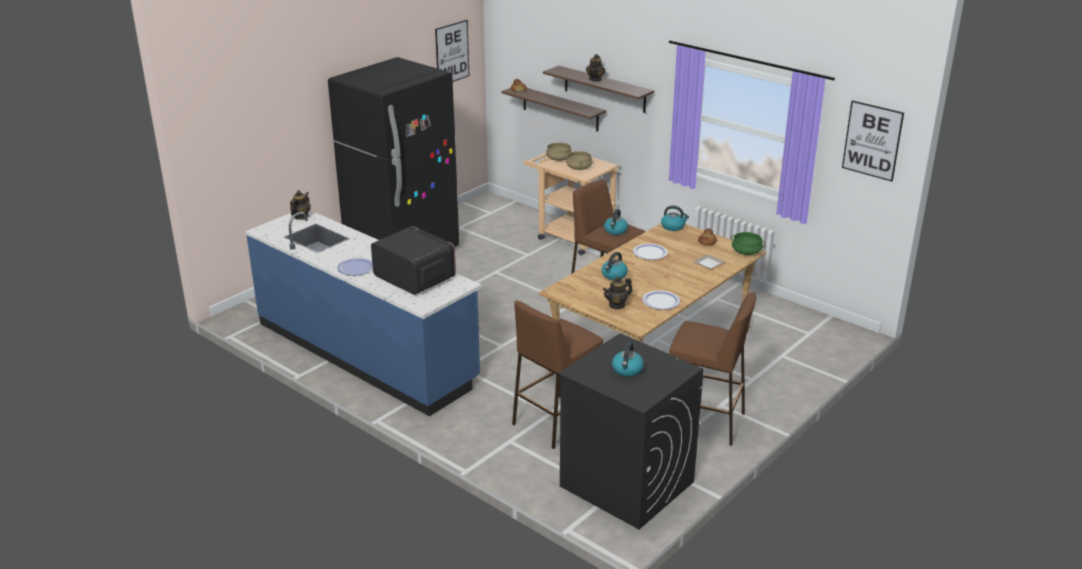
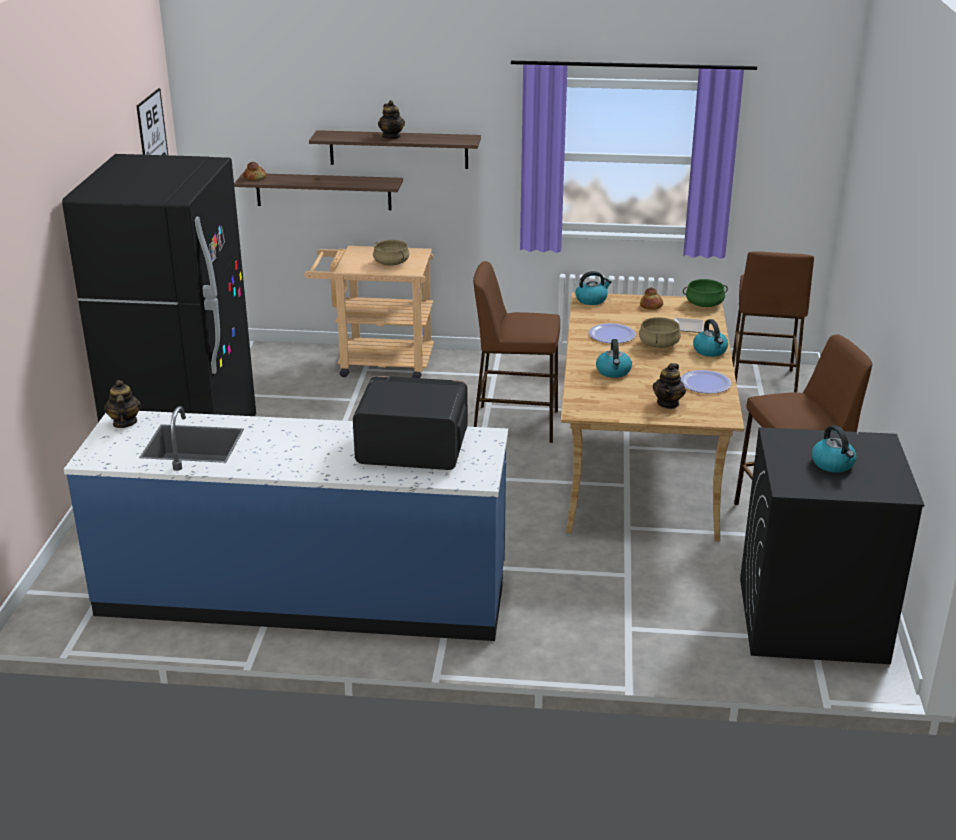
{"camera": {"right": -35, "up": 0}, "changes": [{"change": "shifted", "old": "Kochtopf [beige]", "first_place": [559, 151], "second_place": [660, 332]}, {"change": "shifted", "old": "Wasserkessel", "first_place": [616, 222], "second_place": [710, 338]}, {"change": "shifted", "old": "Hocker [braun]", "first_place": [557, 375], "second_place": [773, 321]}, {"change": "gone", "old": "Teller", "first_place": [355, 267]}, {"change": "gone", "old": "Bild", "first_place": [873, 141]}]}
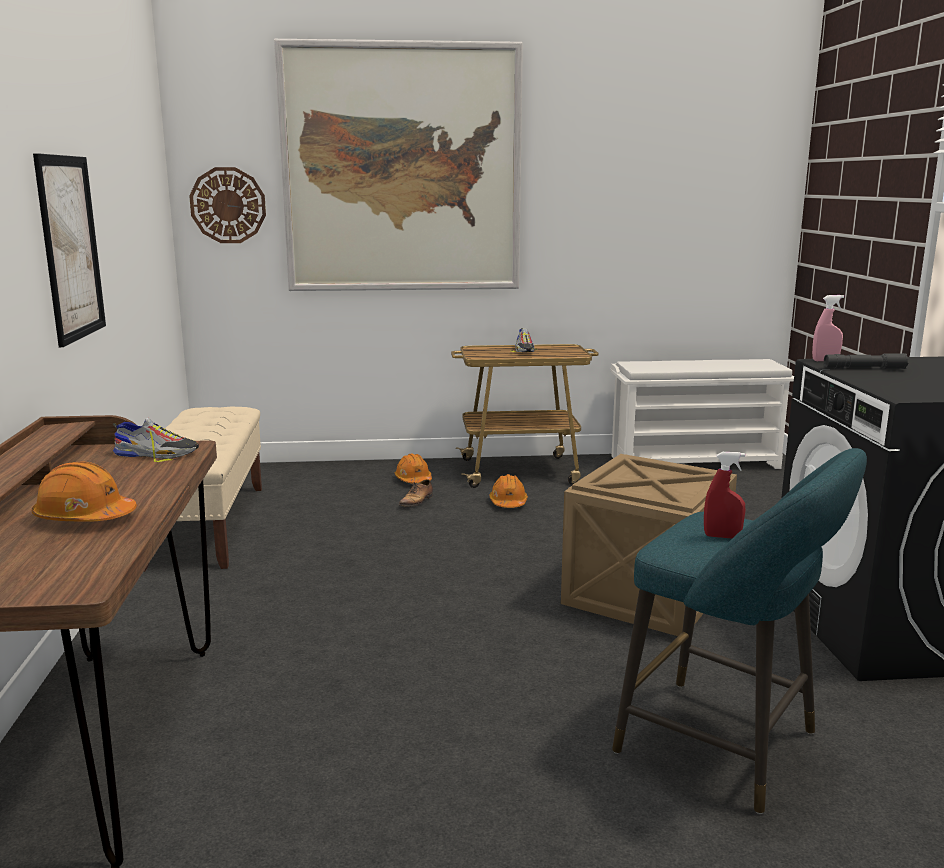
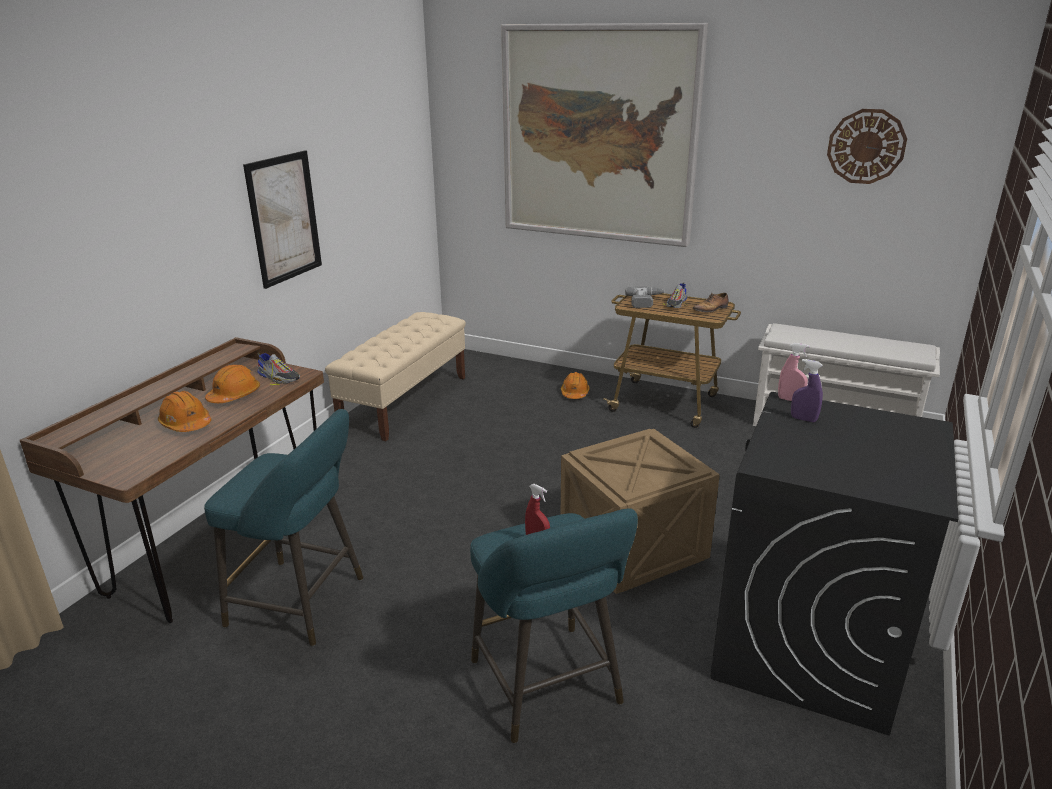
{"camera": {"right": 30, "up": 10}, "changes": [{"change": "new", "new": "Hocker [türkis]", "second_place": [283, 527]}, {"change": "shifted", "old": "Schutzhelm [orange]", "first_place": [508, 491], "second_place": [232, 384]}, {"change": "new", "new": "Bohrmaschine", "second_place": [645, 297]}, {"change": "shifted", "old": "Schuh", "first_place": [416, 492], "second_place": [711, 302]}, {"change": "swapped", "old": "Taschenlampe [grau]", "new": "Sprühflasche [lila]", "first_place": [866, 361], "second_place": [807, 390]}, {"change": "shifted", "old": "Wanduhr", "first_place": [227, 205], "second_place": [867, 146]}]}
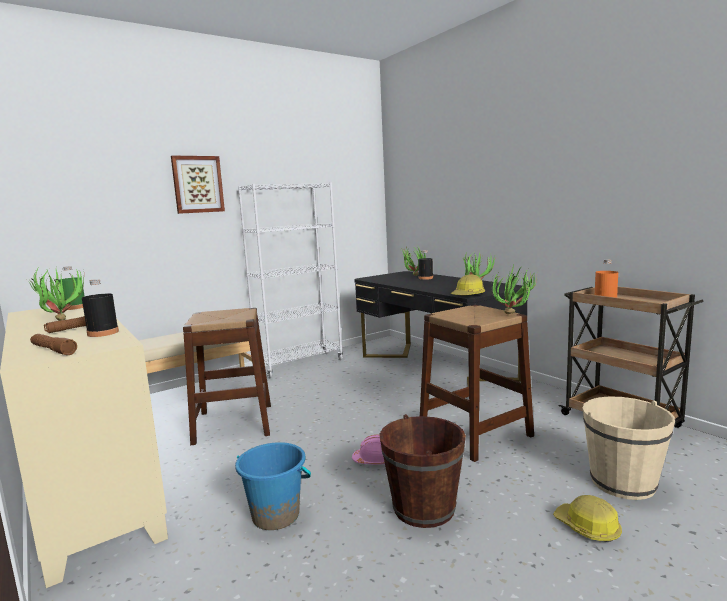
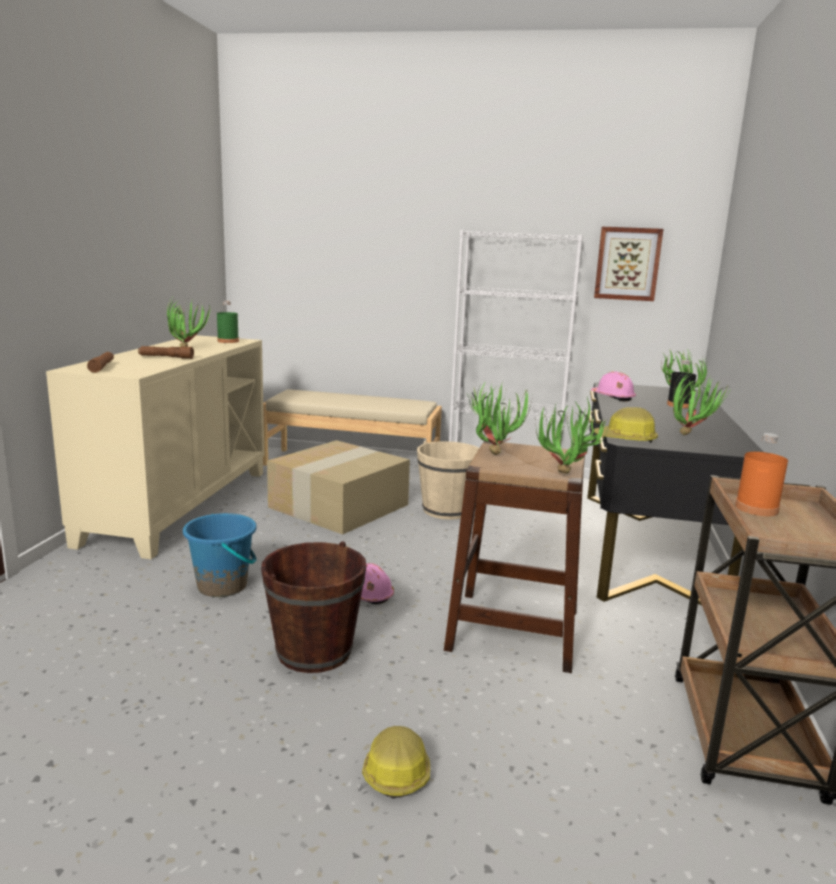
{"camera": {"right": 45, "up": 5}, "changes": [{"change": "swapped", "old": "Hocker [braun]", "new": "Karton", "first_place": [227, 376], "second_place": [338, 487]}, {"change": "shifted", "old": "Eimer [beige]", "first_place": [629, 448], "second_place": [448, 480]}, {"change": "new", "new": "Topfpflanze", "second_place": [499, 418]}, {"change": "new", "new": "Schutzhelm [rosa]", "second_place": [613, 386]}, {"change": "shifted", "old": "Bild", "first_place": [198, 185], "second_place": [628, 264]}, {"change": "gone", "old": "Flasche [schwarz]", "first_place": [100, 308]}]}
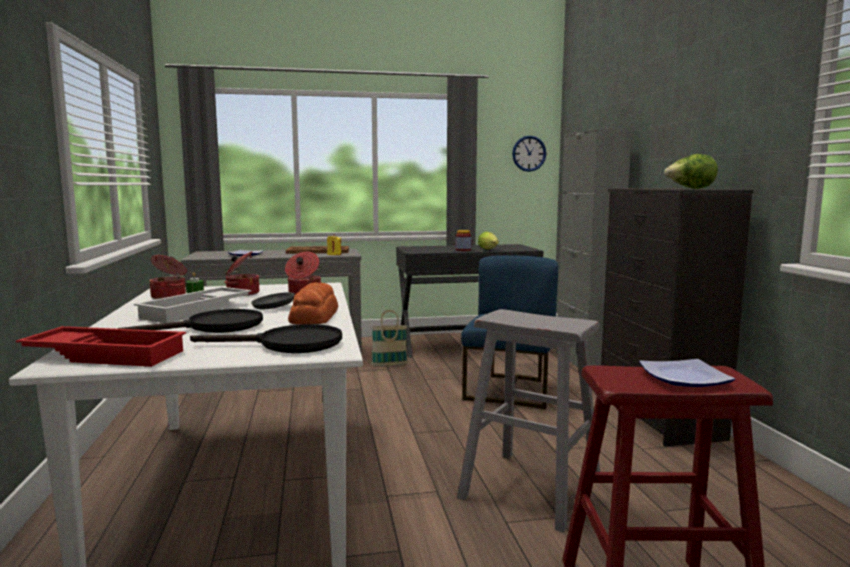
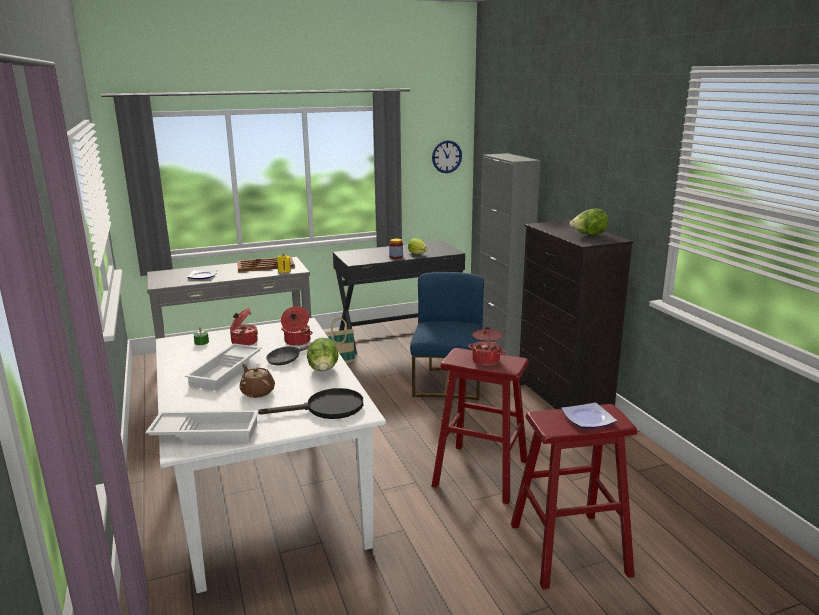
{"camera": {"right": -10, "up": 10}, "changes": [{"change": "repainted", "old": "Tablett [rot]", "new": "Tablett [weiß]", "first_place": [101, 346], "second_place": [202, 426]}, {"change": "swapped", "old": "Pfanne [schwarz]", "new": "Teekanne [braun]", "first_place": [190, 321], "second_place": [257, 381]}, {"change": "swapped", "old": "Brot", "new": "Salatkopf", "first_place": [313, 303], "second_place": [323, 354]}, {"change": "repainted", "old": "Hocker [grau]", "new": "Hocker [rot]", "first_place": [528, 421], "second_place": [480, 426]}, {"change": "shifted", "old": "Kochtopf", "first_place": [168, 277], "second_place": [486, 346]}]}
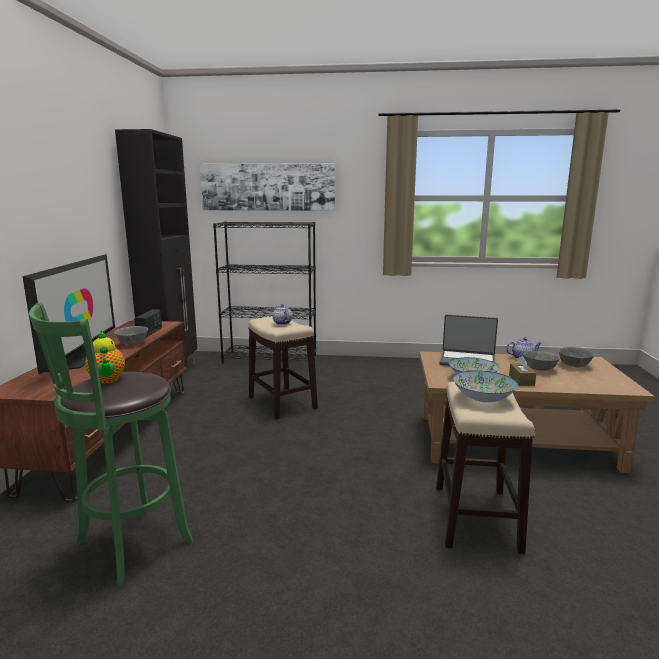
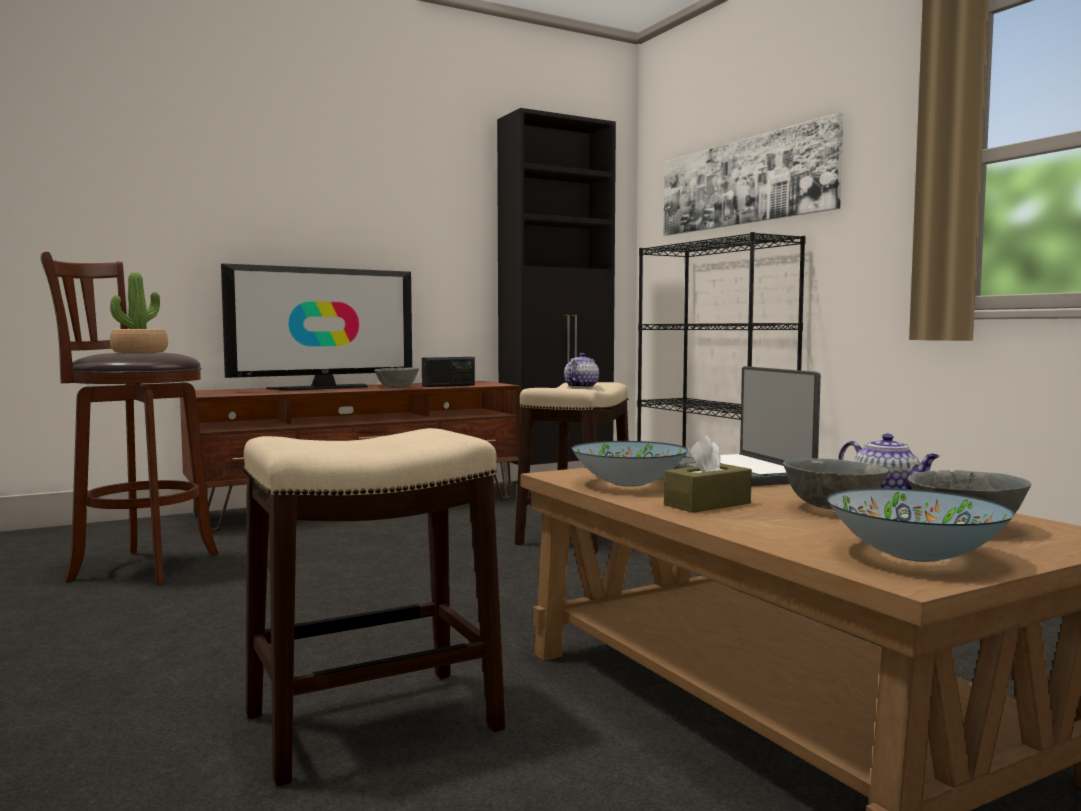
{"camera": {"right": 55, "up": -10}, "changes": [{"change": "repainted", "old": "Hocker [grün]", "new": "Hocker [braun]", "first_place": [111, 444], "second_place": [129, 418]}, {"change": "swapped", "old": "Teekanne", "new": "Topfpflanze", "first_place": [105, 357], "second_place": [139, 312]}, {"change": "shifted", "old": "Schüssel", "first_place": [485, 386], "second_place": [921, 525]}]}
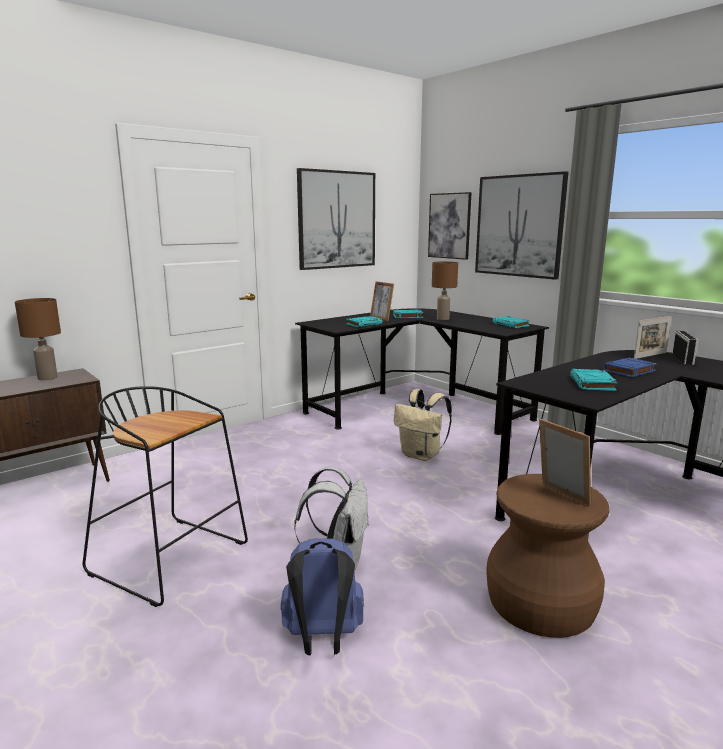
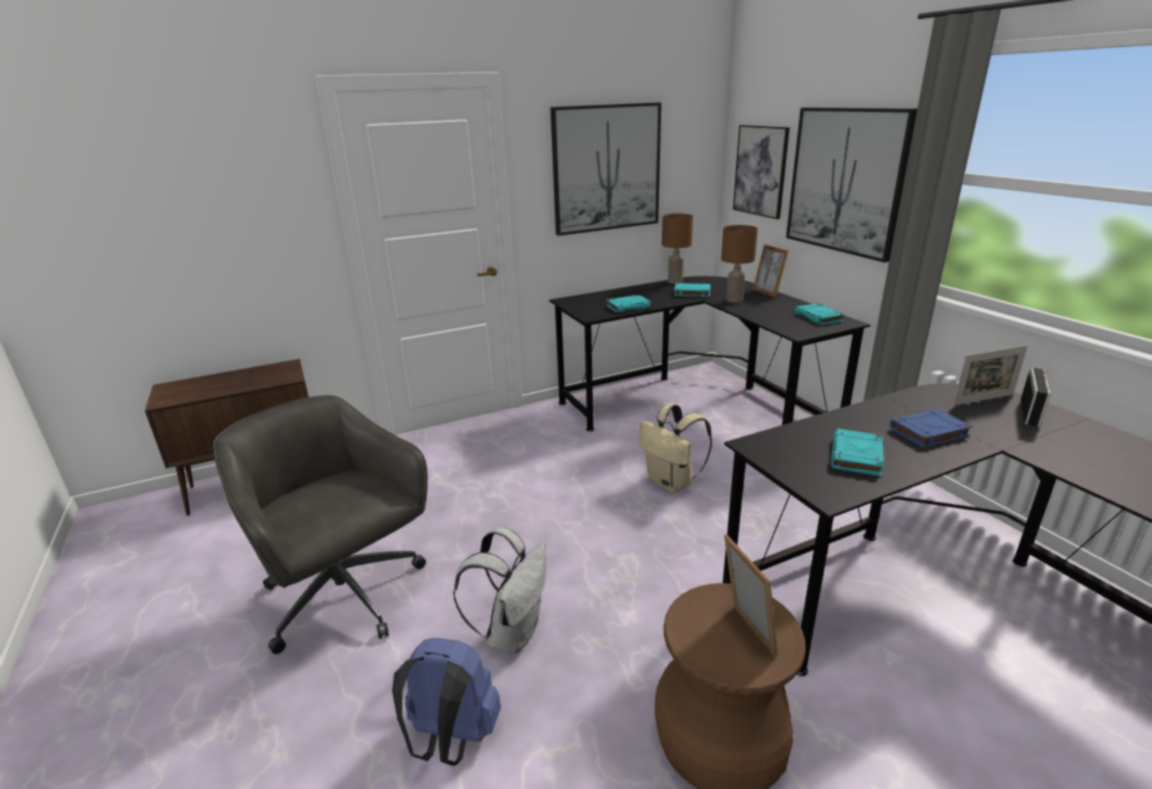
{"camera": {"right": 15, "up": 10}, "changes": [{"change": "swapped", "old": "Hocker [schwarz]", "new": "Bürostuhl [grau]", "first_place": [165, 496], "second_place": [320, 524]}, {"change": "shifted", "old": "Tischlampe [braun]", "first_place": [38, 339], "second_place": [677, 249]}, {"change": "shifted", "old": "Bilderrahmen", "first_place": [382, 301], "second_place": [770, 271]}]}
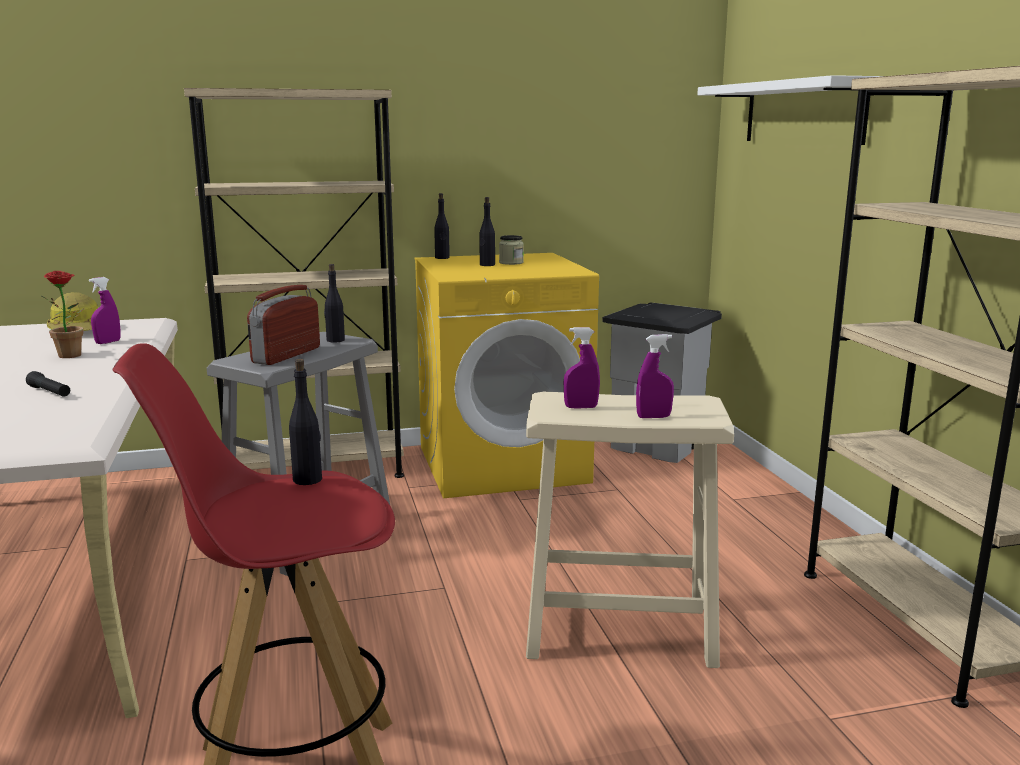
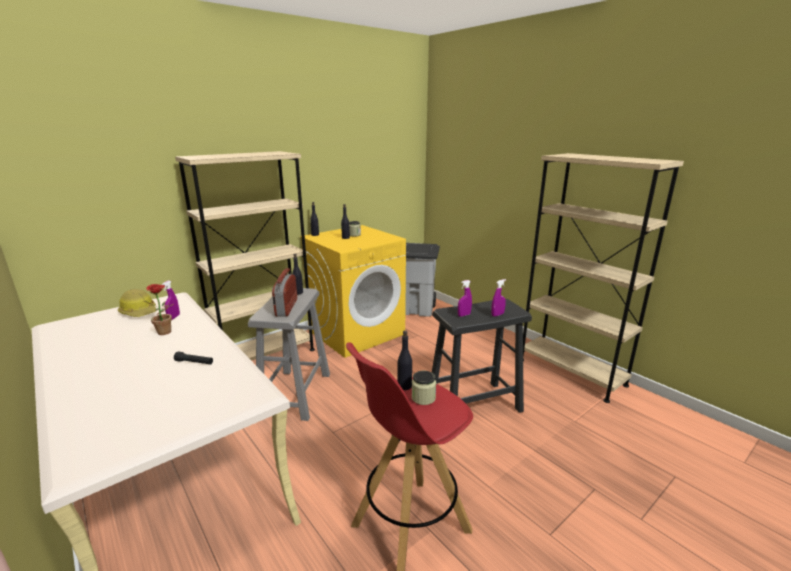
{"camera": {"right": -25, "up": 5}, "changes": [{"change": "new", "new": "Vorratsglas", "second_place": [424, 388]}, {"change": "repainted", "old": "Hocker [beige]", "new": "Hocker [schwarz]", "first_place": [630, 529], "second_place": [482, 356]}, {"change": "gone", "old": "Wandregal [weiß]", "first_place": [790, 110]}]}
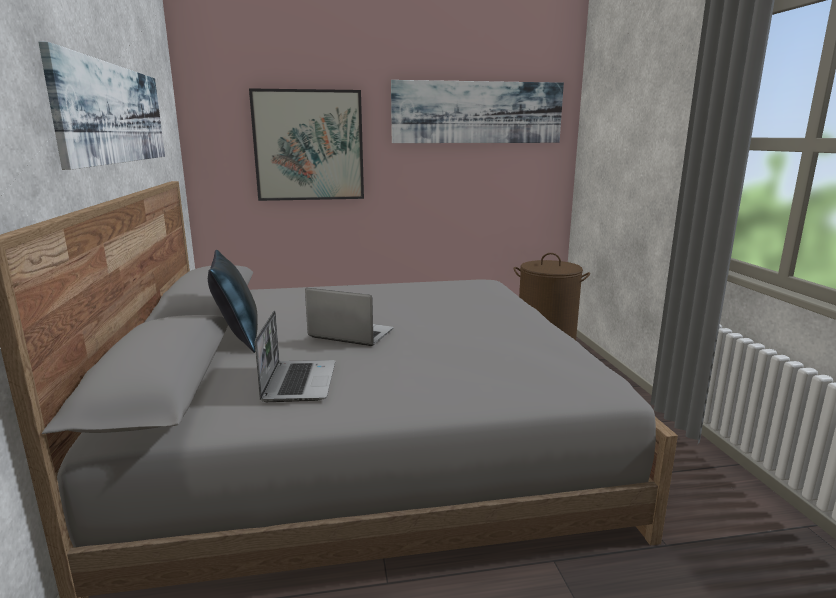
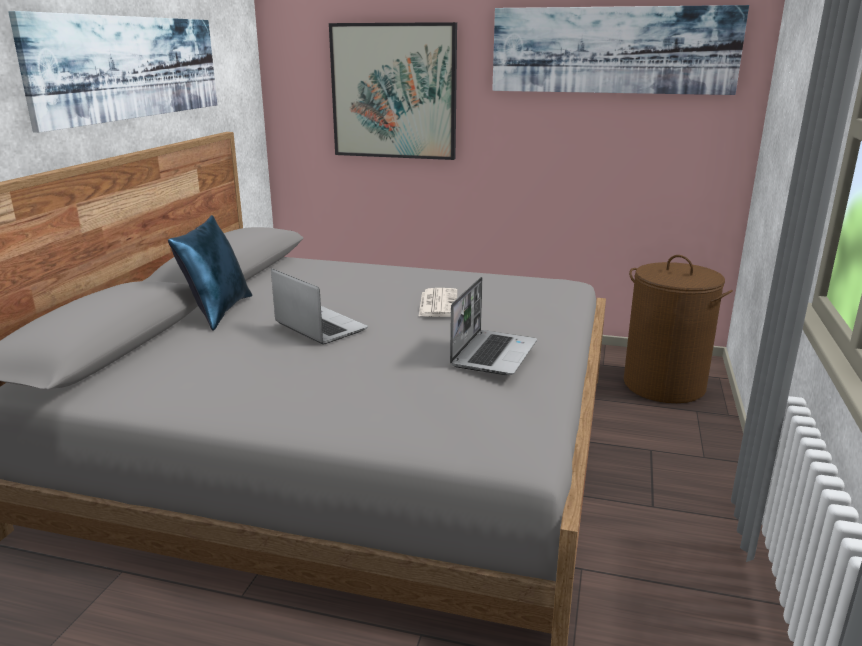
{"camera": {"right": 25, "up": 5}, "changes": [{"change": "new", "new": "Zeitung", "second_place": [437, 302]}, {"change": "shifted", "old": "Laptop", "first_place": [295, 356], "second_place": [493, 326]}]}
